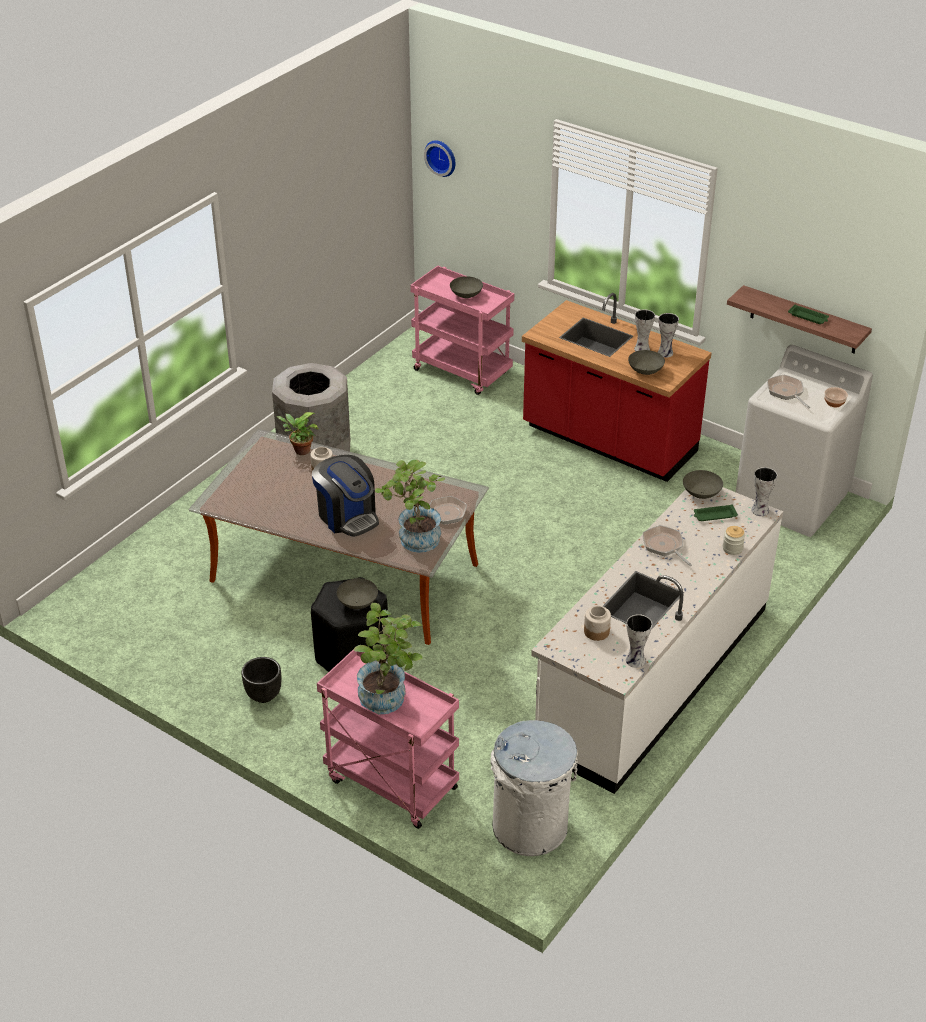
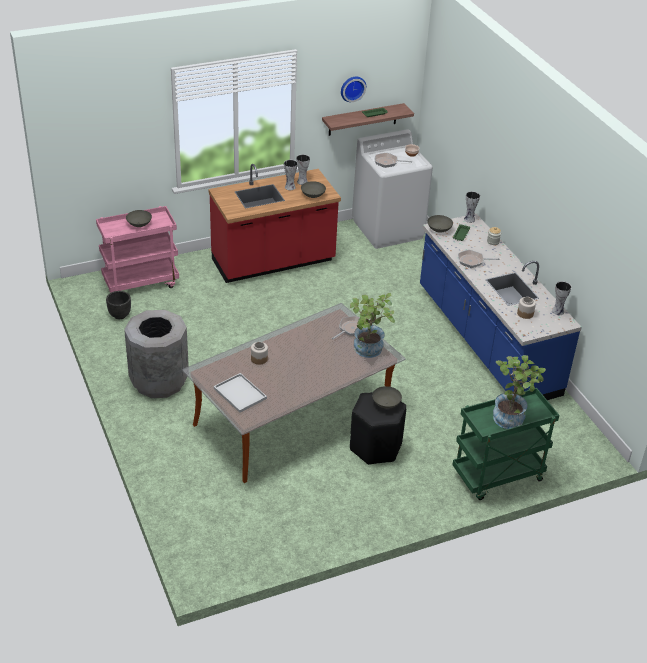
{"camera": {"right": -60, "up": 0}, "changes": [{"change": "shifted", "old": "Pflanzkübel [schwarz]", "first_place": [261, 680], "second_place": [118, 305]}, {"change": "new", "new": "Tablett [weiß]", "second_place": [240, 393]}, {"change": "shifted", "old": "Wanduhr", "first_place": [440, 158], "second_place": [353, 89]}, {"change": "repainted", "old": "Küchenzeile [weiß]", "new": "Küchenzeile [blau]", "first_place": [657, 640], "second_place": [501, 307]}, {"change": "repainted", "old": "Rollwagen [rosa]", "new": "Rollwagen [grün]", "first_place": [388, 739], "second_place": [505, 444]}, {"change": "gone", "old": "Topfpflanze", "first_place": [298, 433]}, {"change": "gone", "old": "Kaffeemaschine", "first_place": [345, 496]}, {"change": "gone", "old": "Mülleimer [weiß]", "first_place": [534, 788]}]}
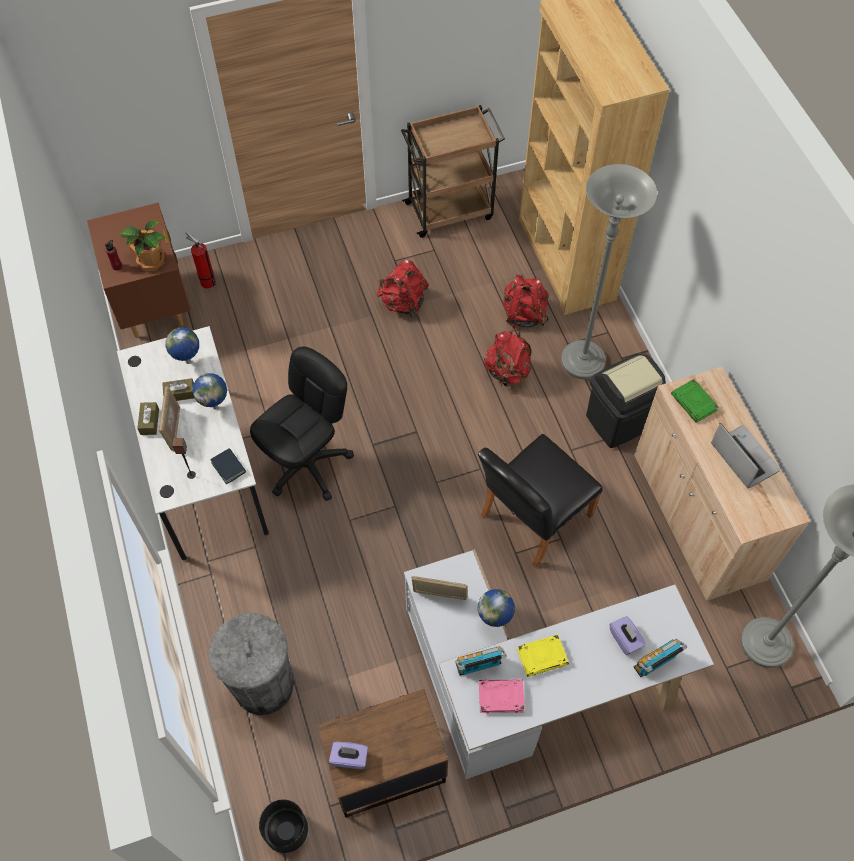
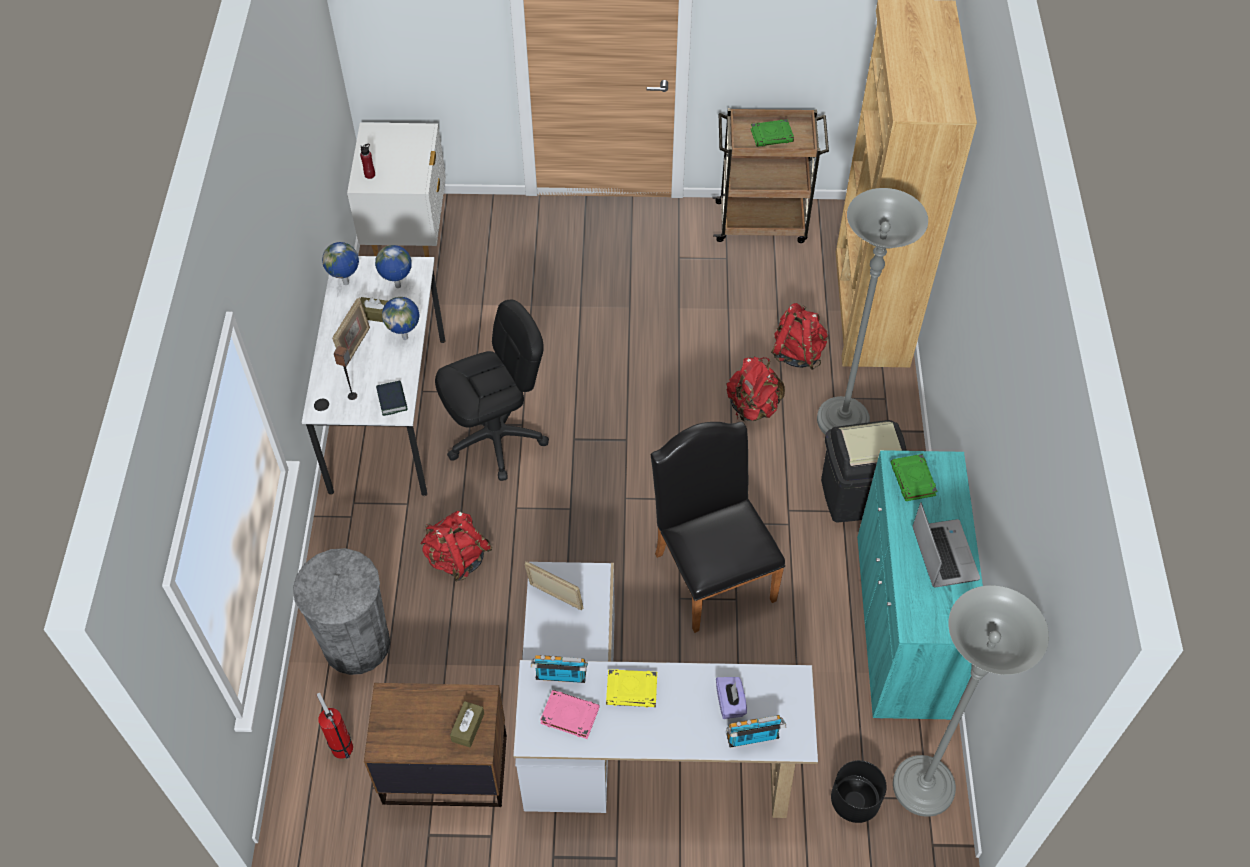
{"camera": {"right": 20, "up": -5}, "changes": [{"change": "shifted", "old": "Feuerlöscher", "first_place": [201, 259], "second_place": [334, 726]}, {"change": "shifted", "old": "Globus", "first_place": [496, 608], "second_place": [340, 263]}, {"change": "repainted", "old": "Nachttisch [braun]", "new": "Nachttisch [weiß]", "first_place": [139, 270], "second_place": [396, 189]}, {"change": "shifted", "old": "Rucksack [rot]", "first_place": [403, 288], "second_place": [456, 546]}, {"change": "shifted", "old": "Taschentuchbox [braun]", "first_place": [148, 418], "second_place": [467, 724]}, {"change": "rotated", "old": "Stuhl [schwarz]", "first_place": [540, 501], "second_place": [718, 527], "degrees": 90}, {"change": "new", "new": "Buch [grün]", "second_place": [772, 133]}, {"change": "shifted", "old": "Pflanzkübel [schwarz]", "first_place": [283, 826], "second_place": [859, 791]}, {"change": "repainted", "old": "Schrank [beige]", "new": "Schrank [türkis]", "first_place": [722, 483], "second_place": [920, 585]}, {"change": "gone", "old": "Topfpflanze", "first_place": [143, 245]}, {"change": "gone", "old": "Taschentuchbox [lila]", "first_place": [348, 755]}]}
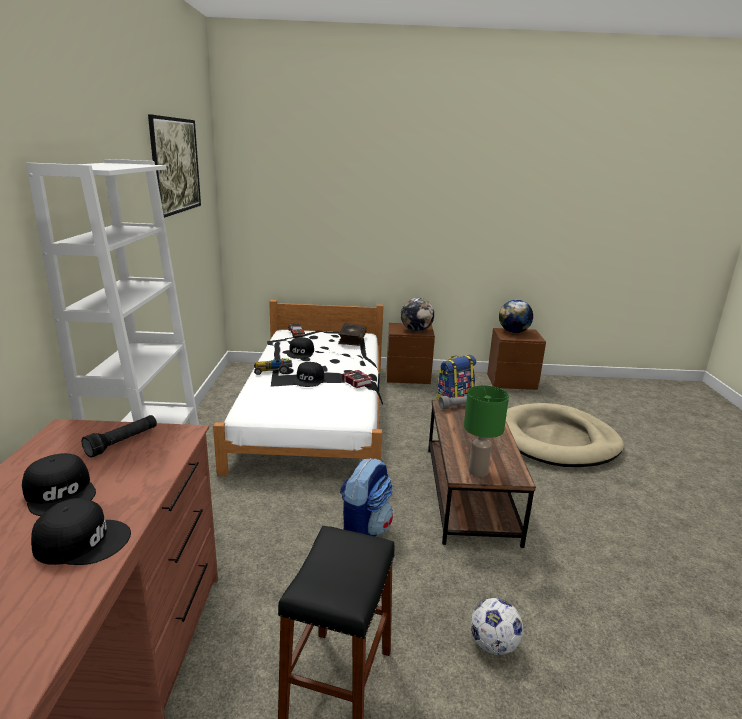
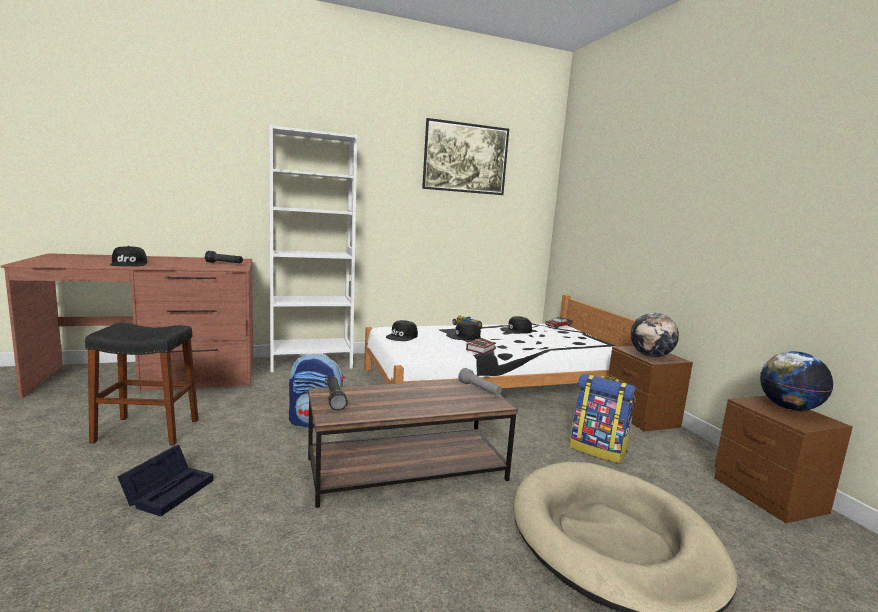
{"camera": {"right": 70, "up": -10}, "changes": [{"change": "swapped", "old": "Fußball", "new": "Aufbewahrungsbox [schwarz]", "first_place": [497, 626], "second_place": [166, 480]}, {"change": "swapped", "old": "Tischlampe [grün]", "new": "Taschenlampe [schwarz]", "first_place": [486, 431], "second_place": [337, 393]}, {"change": "shifted", "old": "Kappe [schwarz]", "first_place": [59, 484], "second_place": [402, 330]}, {"change": "gone", "old": "Buch", "first_place": [352, 334]}]}
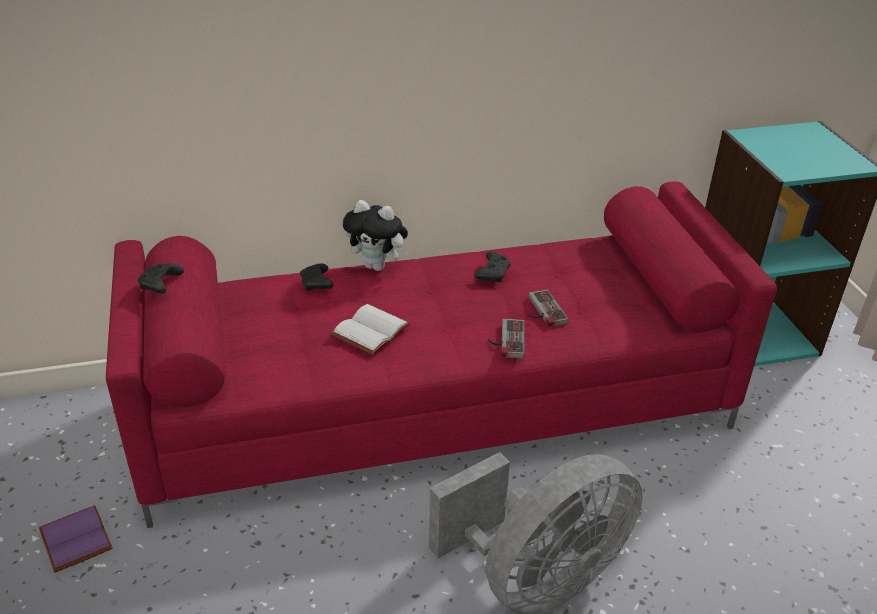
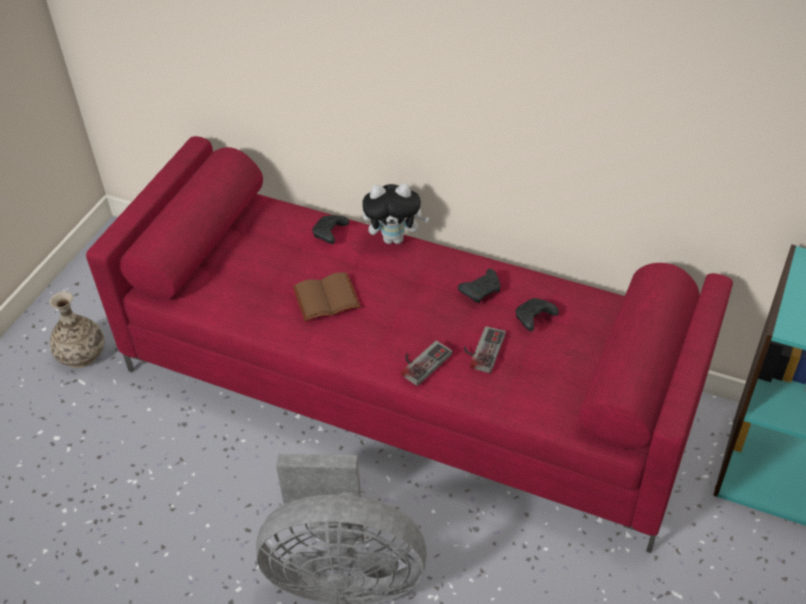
{"camera": {"right": 40, "up": 10}, "changes": [{"change": "swapped", "old": "Buch [lila]", "new": "Vase", "first_place": [75, 539], "second_place": [77, 329]}, {"change": "repainted", "old": "Buch [weiß]", "new": "Buch [braun]", "first_place": [370, 329], "second_place": [327, 296]}, {"change": "rotated", "old": "Plüschtier", "first_place": [376, 235], "second_place": [395, 213], "degrees": -60}, {"change": "shifted", "old": "Gamepad [schwarz]", "first_place": [161, 278], "second_place": [537, 314]}]}
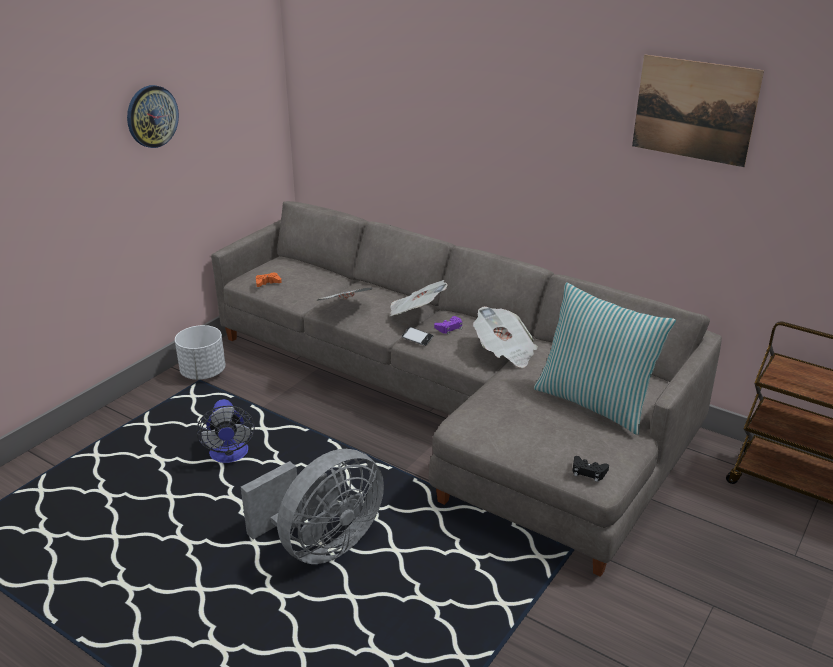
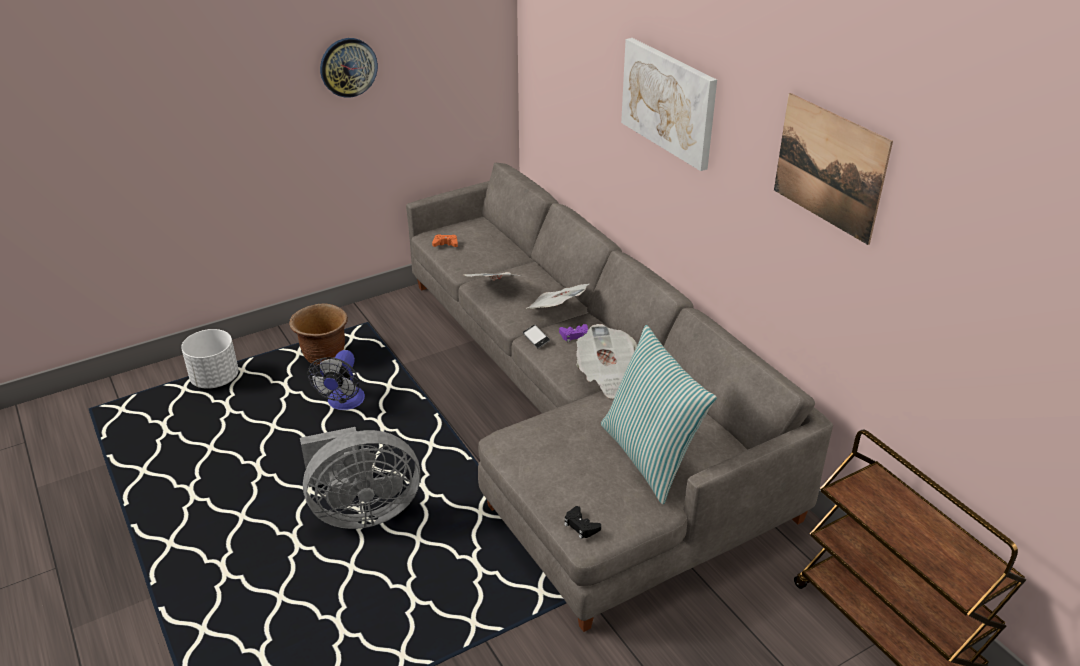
{"camera": {"right": 25, "up": 5}, "changes": [{"change": "shifted", "old": "Pflanzkübel [weiß]", "first_place": [200, 352], "second_place": [210, 359]}, {"change": "new", "new": "Pflanzkübel [braun]", "second_place": [318, 334]}, {"change": "new", "new": "Bild", "second_place": [669, 104]}]}
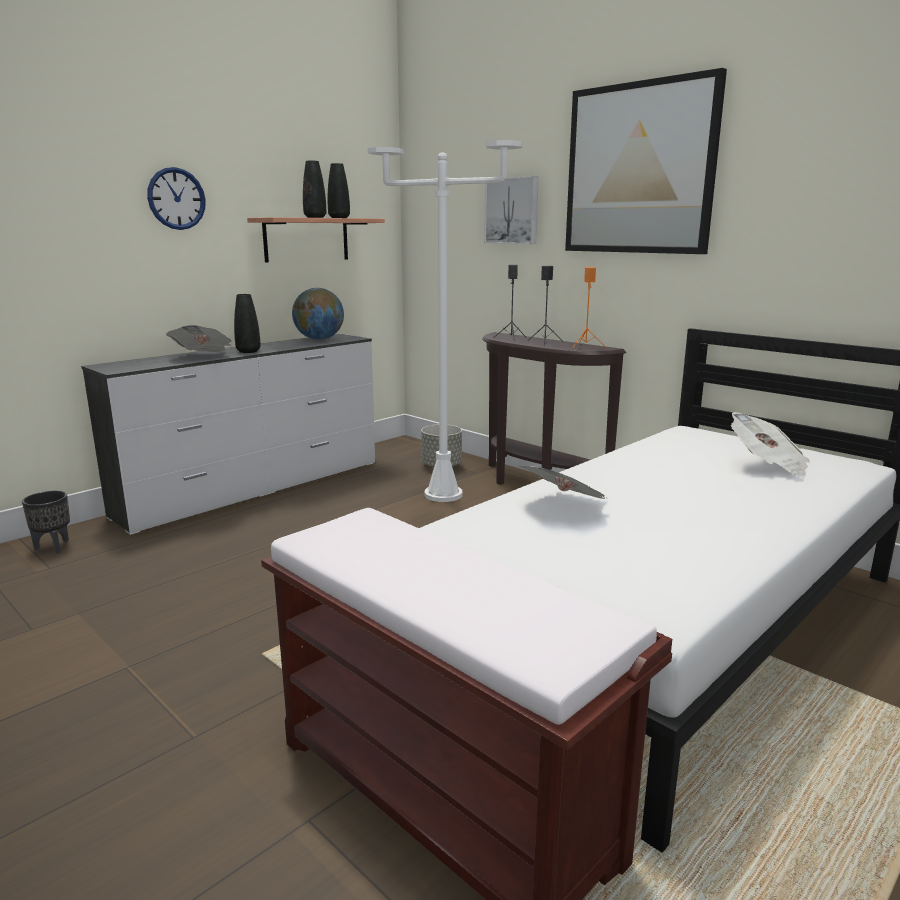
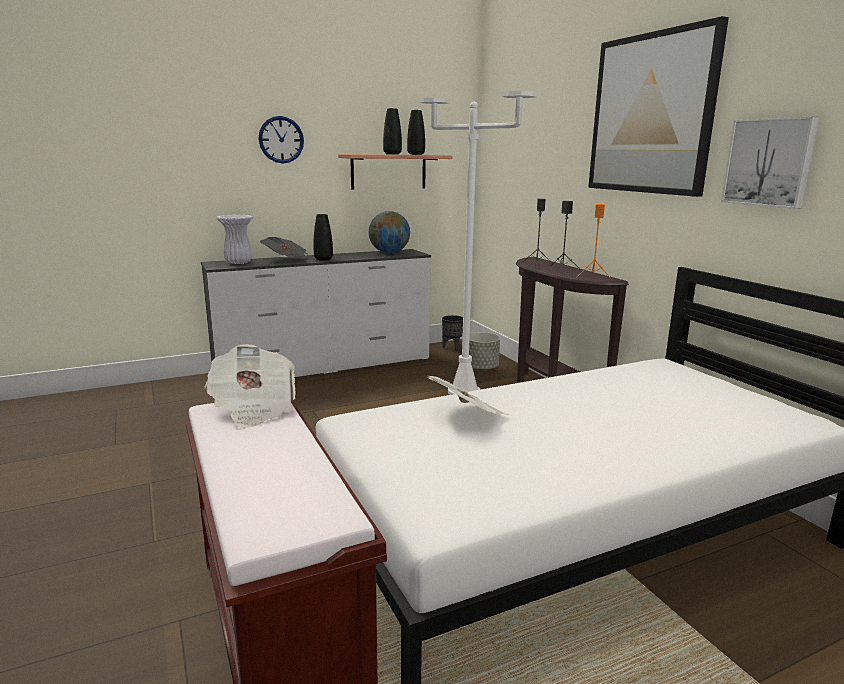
{"camera": {"right": 20, "up": 0}, "changes": [{"change": "shifted", "old": "Zeitung", "first_place": [770, 445], "second_place": [250, 386]}, {"change": "new", "new": "Vase [weiß]", "second_place": [234, 239]}, {"change": "shifted", "old": "Pflanzkübel [schwarz]", "first_place": [46, 522], "second_place": [452, 333]}, {"change": "shifted", "old": "Bild", "first_place": [511, 210], "second_place": [770, 163]}]}
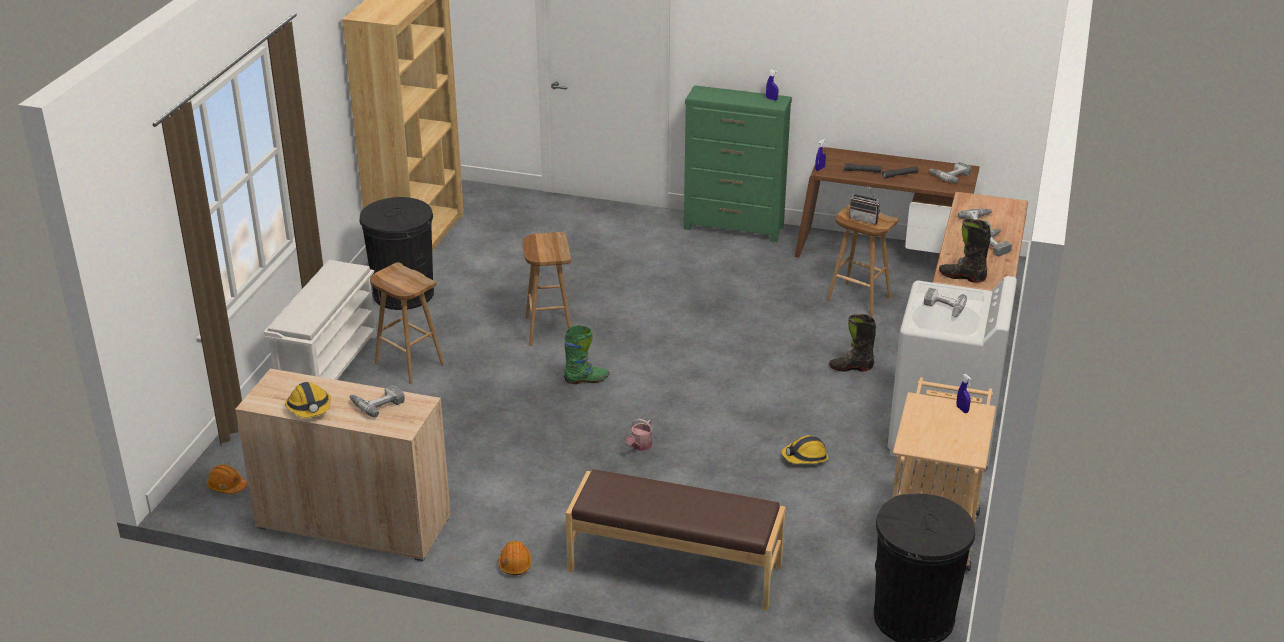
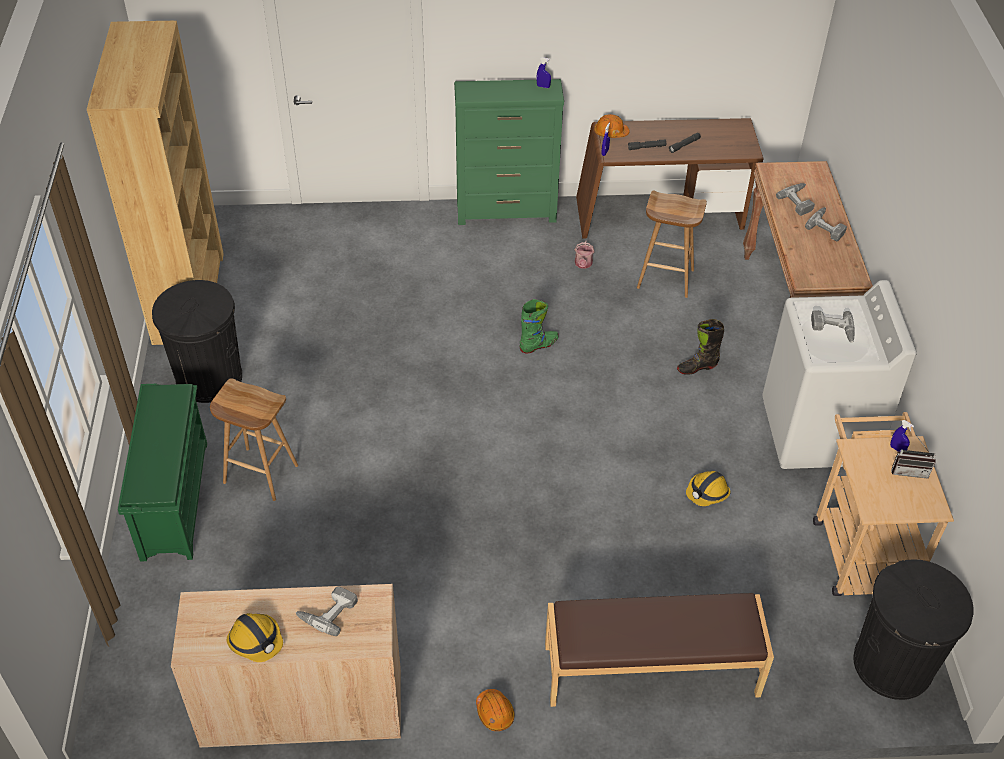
{"camera": {"right": -20, "up": 15}, "changes": [{"change": "repainted", "old": "Schuhregal [weiß]", "new": "Schuhregal [grün]", "first_place": [320, 320], "second_place": [162, 473]}, {"change": "shifted", "old": "Stiefel [grün]", "first_place": [586, 354], "second_place": [539, 326]}, {"change": "shifted", "old": "Gießkanne", "first_place": [639, 435], "second_place": [585, 254]}, {"change": "shifted", "old": "Schutzhelm [orange]", "first_place": [227, 479], "second_place": [612, 126]}, {"change": "shifted", "old": "Radio", "first_place": [864, 205], "second_place": [913, 458]}, {"change": "gone", "old": "Hocker [braun]", "first_place": [547, 289]}, {"change": "gone", "old": "Bohrmaschine", "first_place": [950, 173]}, {"change": "gone", "old": "Stiefel [schwarz]", "first_place": [965, 251]}]}
